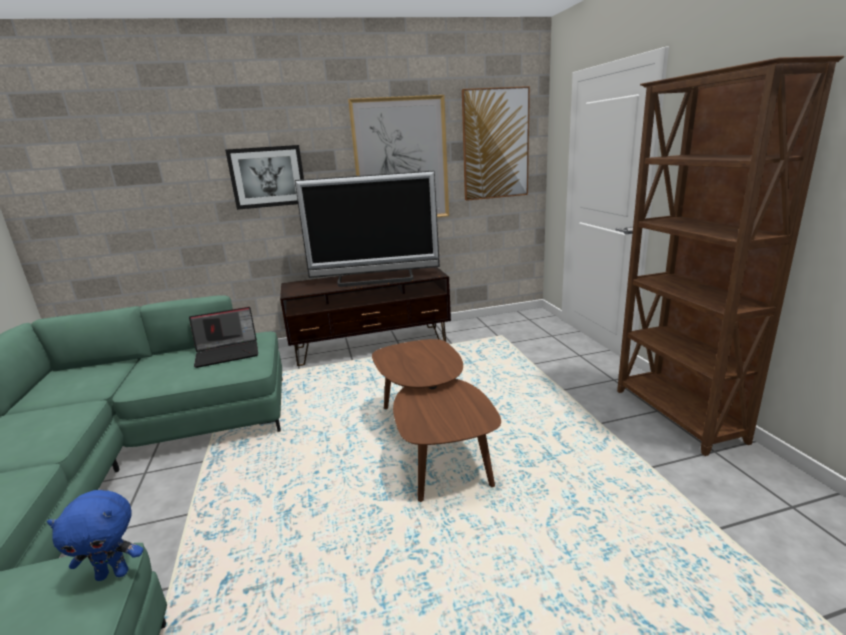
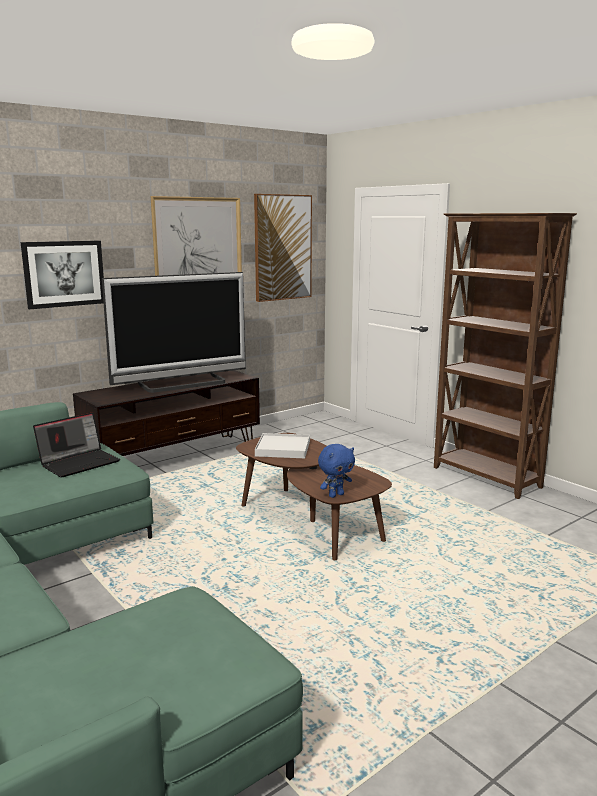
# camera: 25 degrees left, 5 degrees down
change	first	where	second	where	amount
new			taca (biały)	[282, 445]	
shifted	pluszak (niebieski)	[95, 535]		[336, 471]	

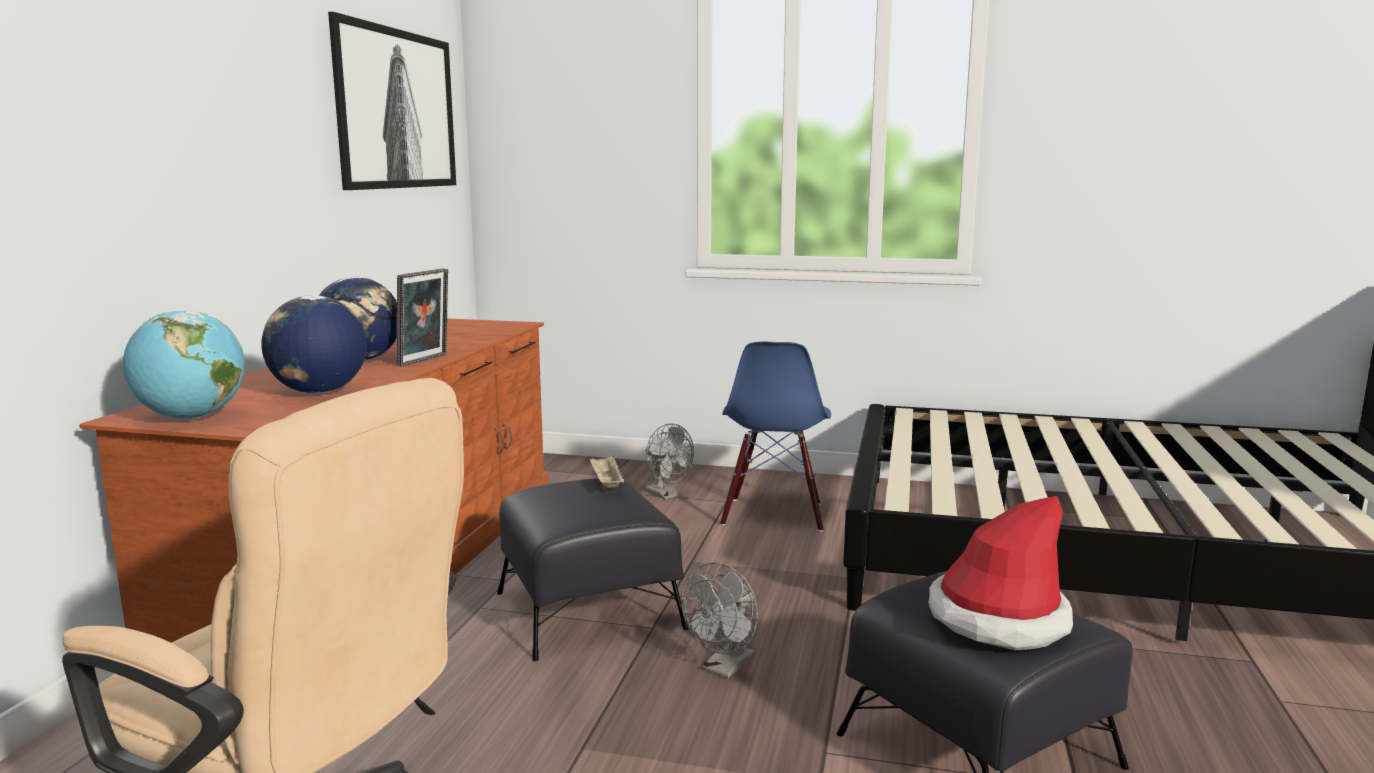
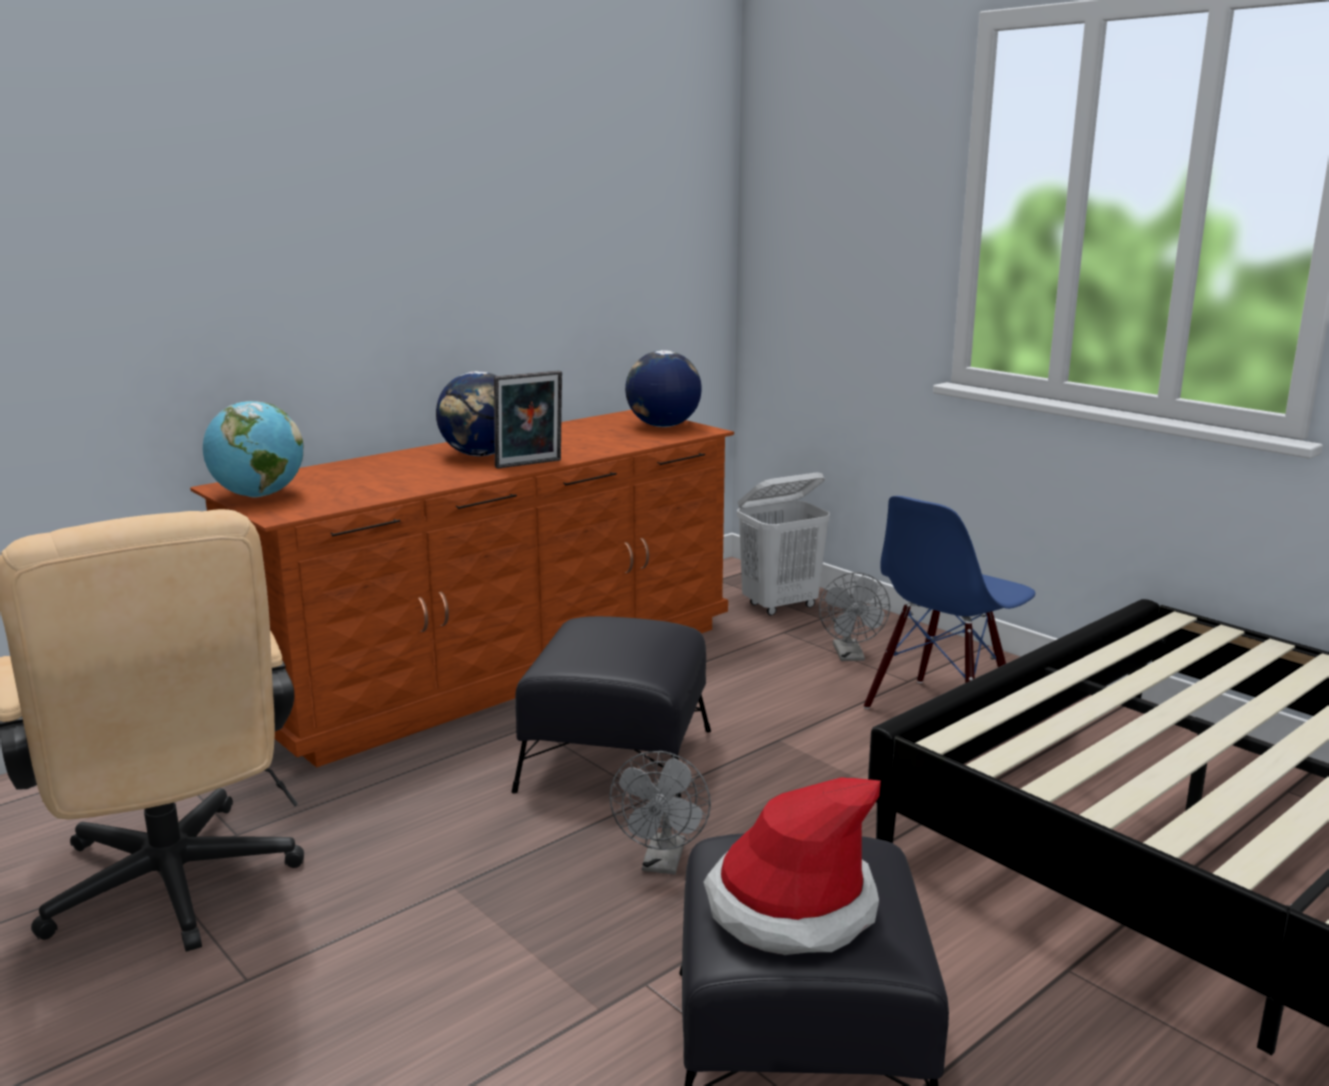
# camera: 35 degrees right, 5 degrees up
change	first	where	second	where	amount
gone	obraz	[392, 101]			
gone	taca (beżowy)	[606, 472]			
new			kosz na pranie (biały)	[783, 544]	
shifted	globus	[314, 344]		[663, 388]	
rotated	wentylator (szary)	[719, 620]		[660, 812]	60 degrees counterclockwise

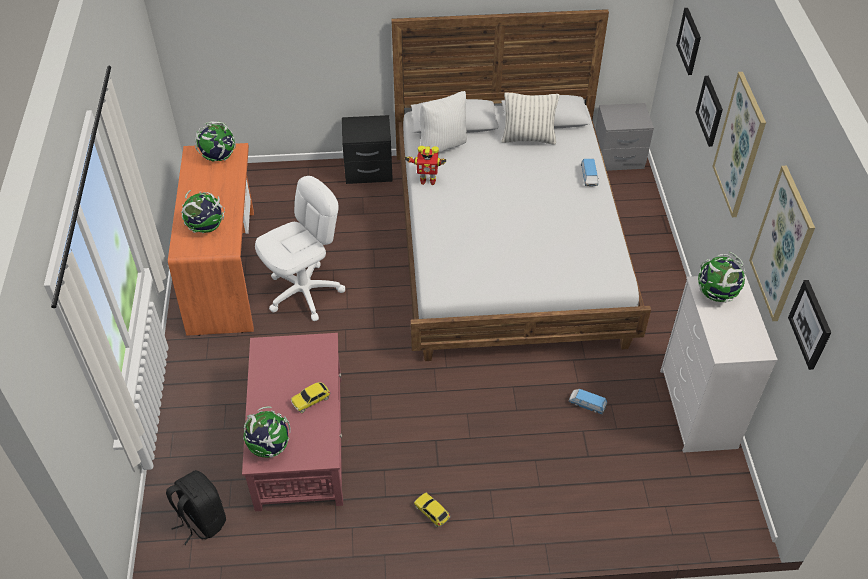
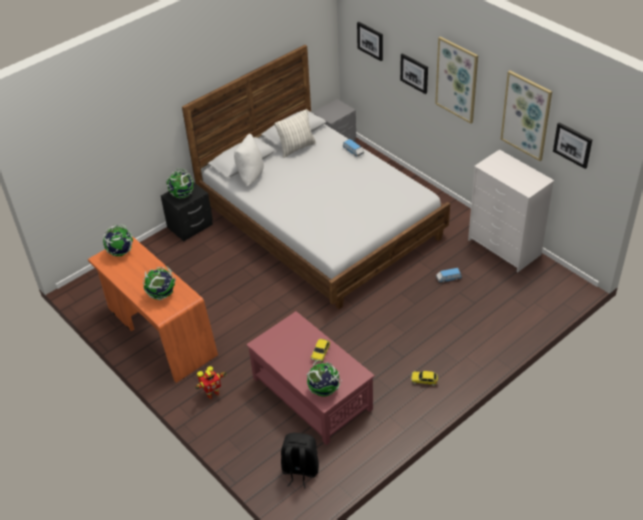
# camera: 35 degrees left, 5 degrees down
change	first	where	second	where	amount
gone	krzesło biurowe (biały)	[300, 248]			
shifted	robot zabawkowy	[425, 165]		[211, 382]	
shifted	globus	[721, 277]		[179, 183]	

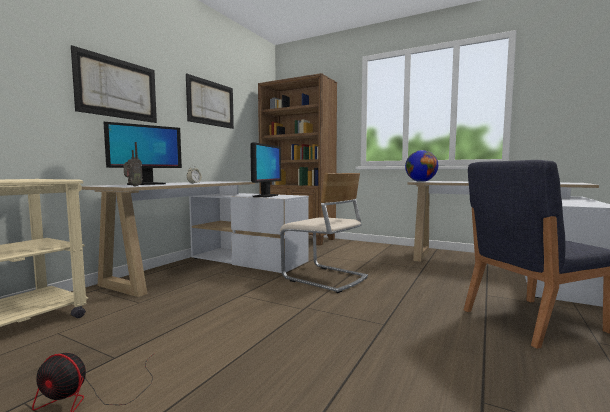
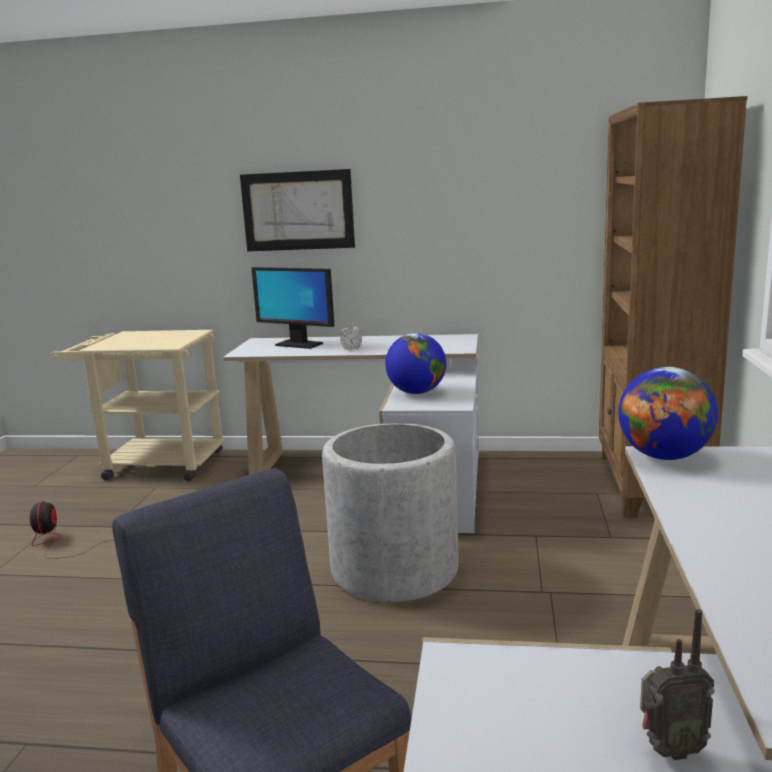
# camera: 70 degrees right, 10 degrees up
change	first	where	second	where	amount
gone	obraz	[210, 101]			
shifted	radio	[133, 164]		[677, 684]	
swapped	monitor	[265, 169]	globus	[415, 363]	
swapped	krzesło (beżowy)	[324, 233]	donica (szary)	[390, 512]	

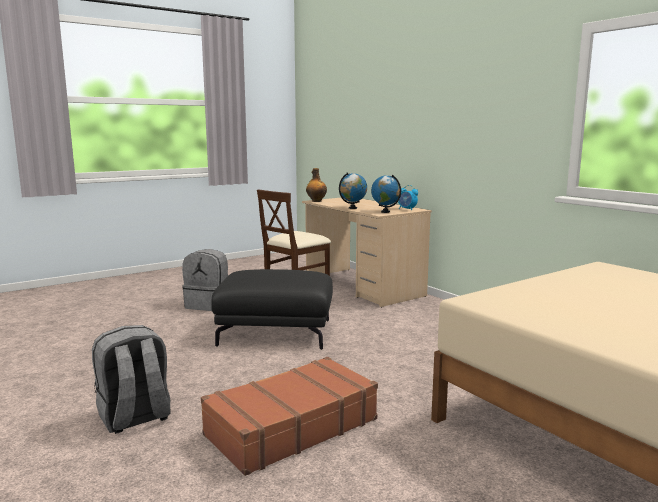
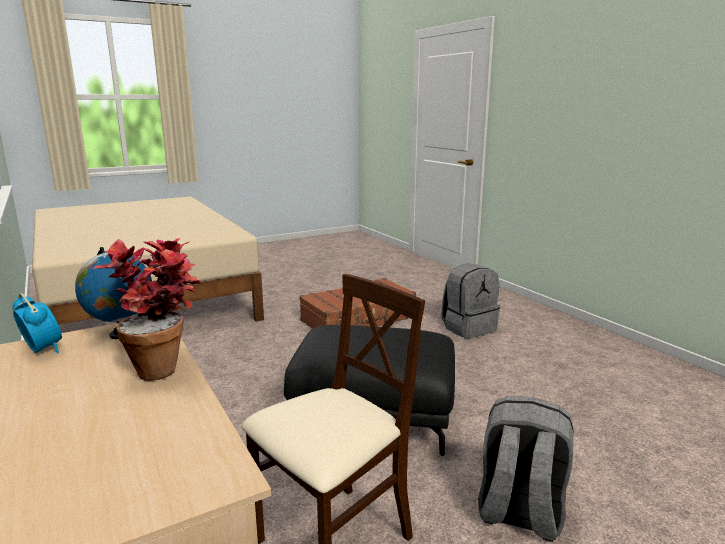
# camera: 175 degrees left, 5 degrees up
change	first	where	second	where	amount
gone	butelka	[316, 185]			
swapped	globus	[353, 190]	roślina doniczkowa	[147, 309]	

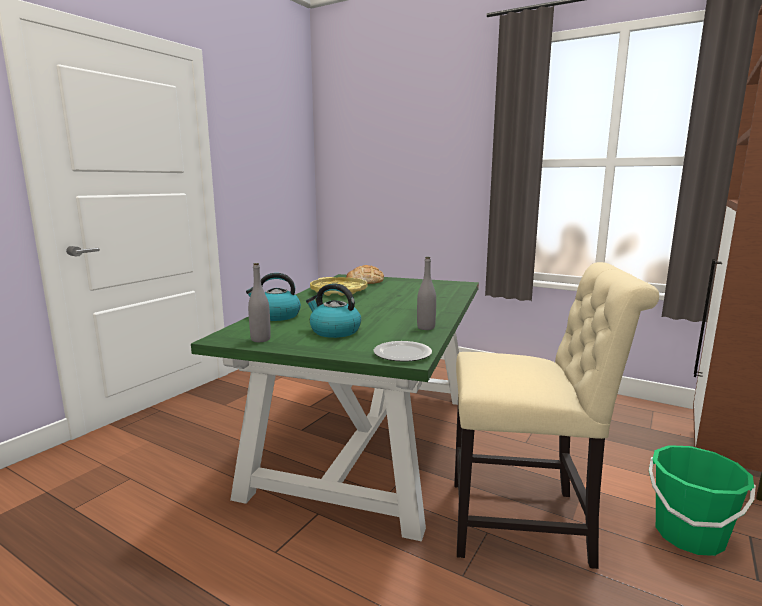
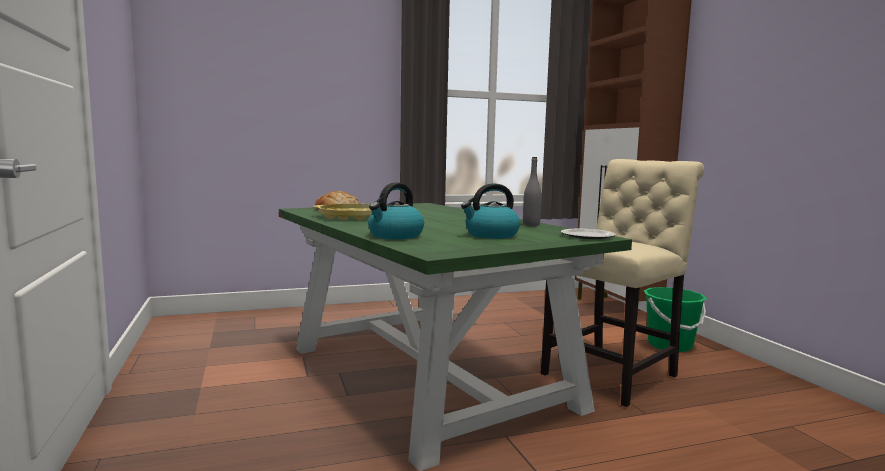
# camera: 50 degrees left, 5 degrees down
change	first	where	second	where	amount
gone	butelka (szary)	[259, 302]			

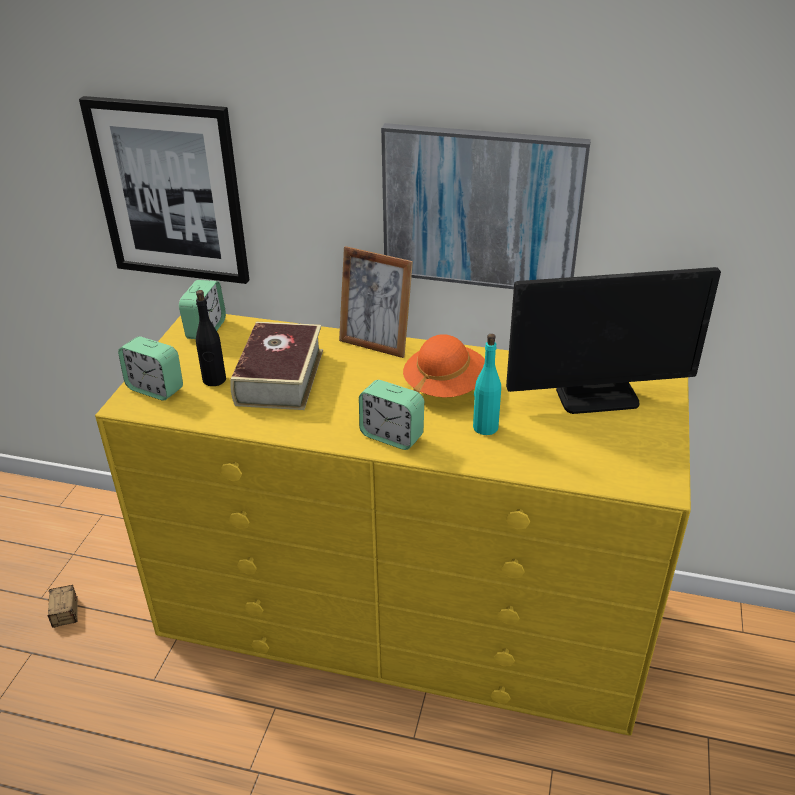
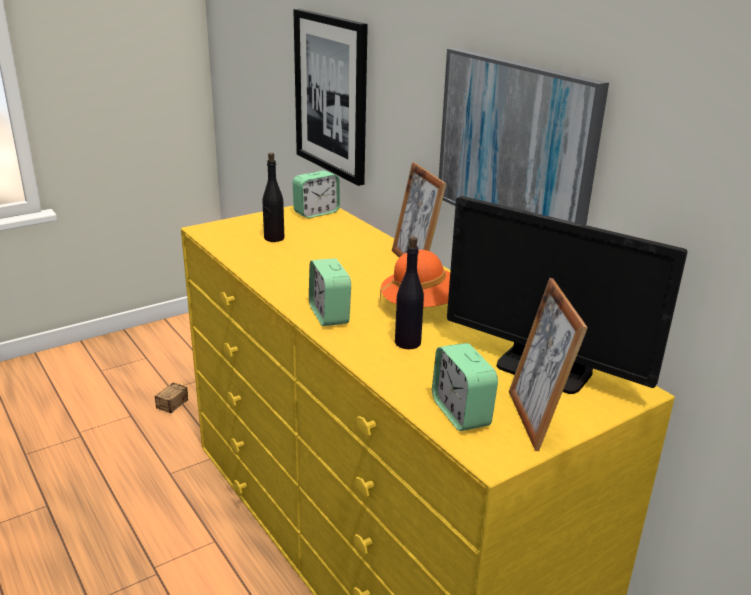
# camera: 40 degrees right, 10 degrees down
change	first	where	second	where	amount
gone	książka	[276, 366]			
new			ramka na zdjęcie	[548, 364]	
shifted	budzik	[150, 368]		[465, 387]	
repainted	butelka (turkusowy)	[487, 384]	butelka (czarny)	[409, 293]	

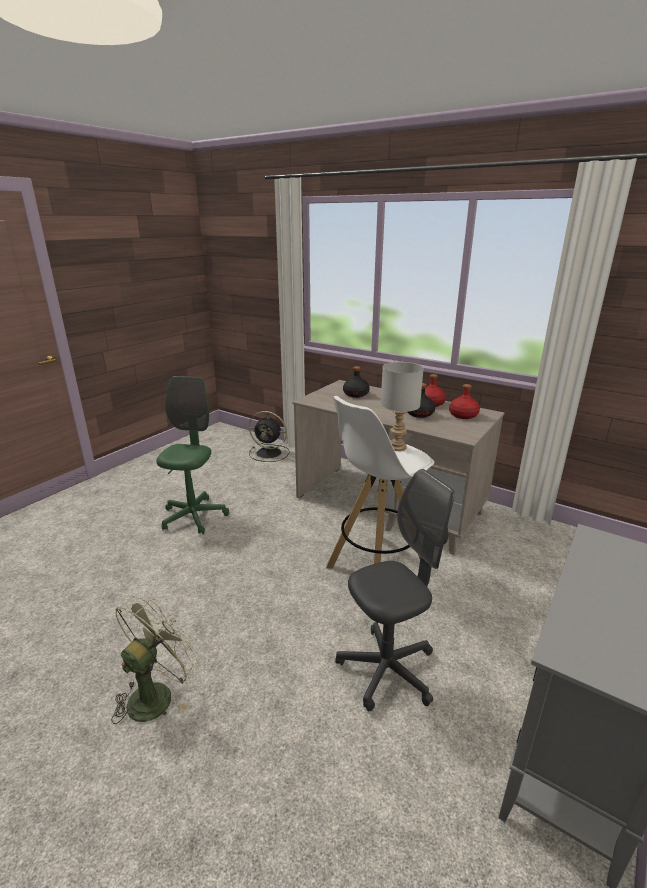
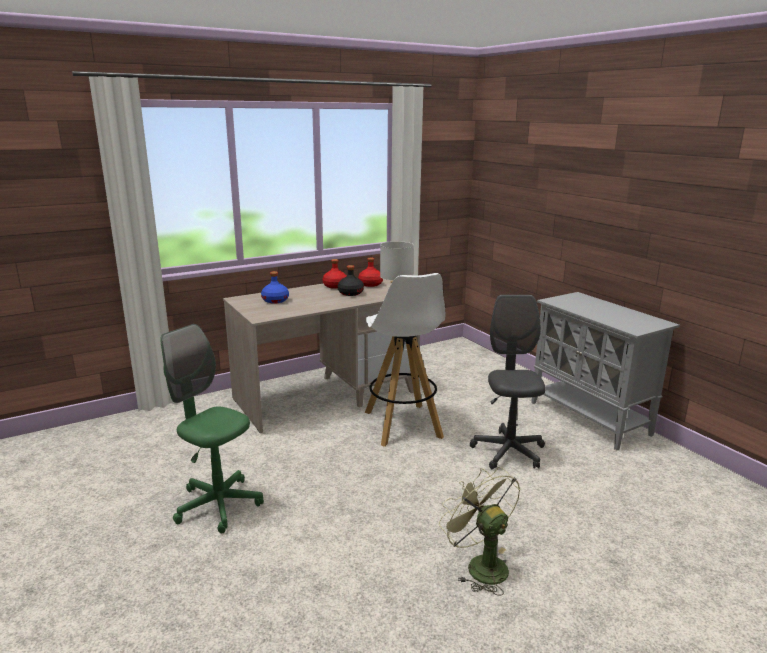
# camera: 65 degrees left, 5 degrees down
change	first	where	second	where	amount
gone	wentylator (czarny)	[269, 436]			
repainted	butelka (czarny)	[356, 382]	butelka (niebieski)	[275, 287]	

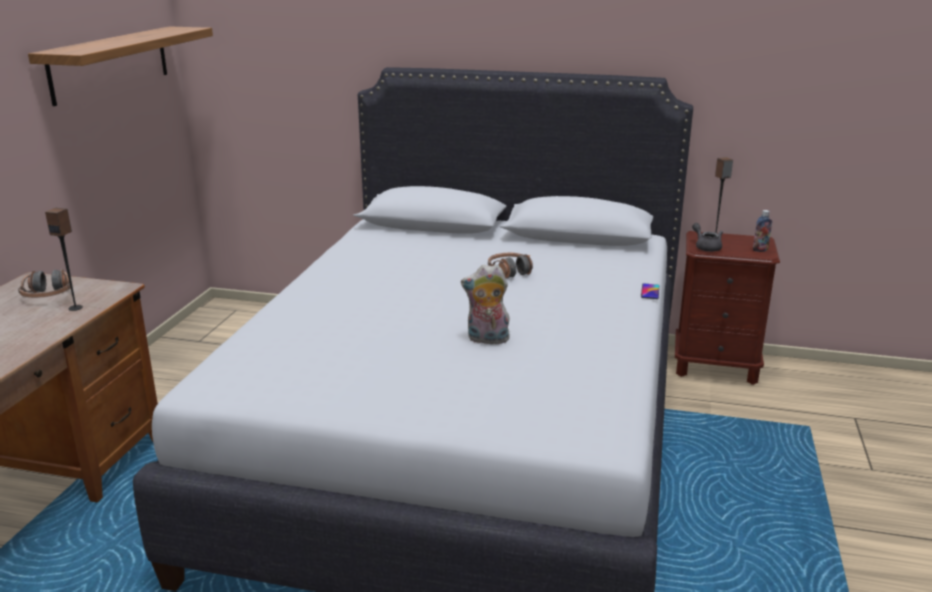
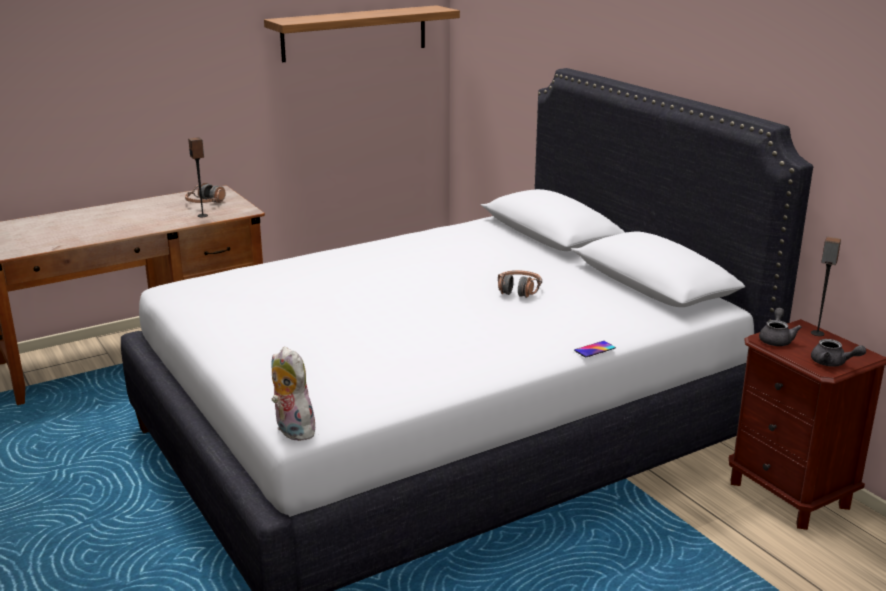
# camera: 45 degrees right, 0 degrees up
change	first	where	second	where	amount
shifted	pluszak	[486, 304]		[294, 394]	
swapped	butelka	[762, 231]	imbryk (szary)	[838, 353]	

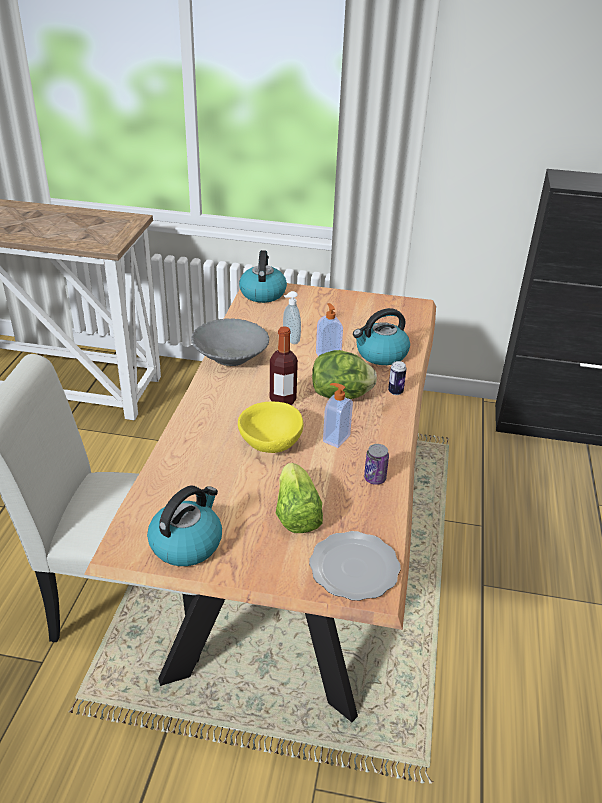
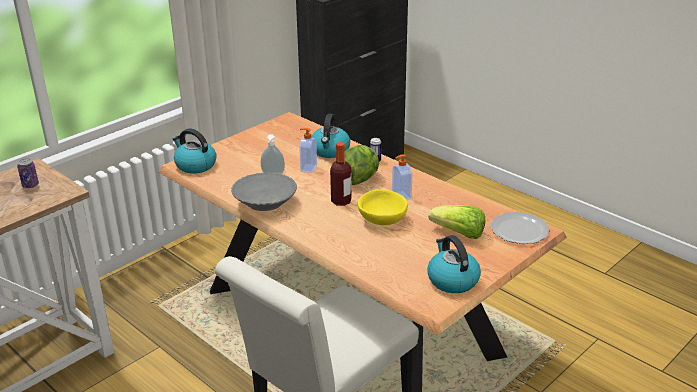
# camera: 55 degrees left, 5 degrees down
change	first	where	second	where	amount
shifted	puszka	[376, 464]		[28, 173]	

